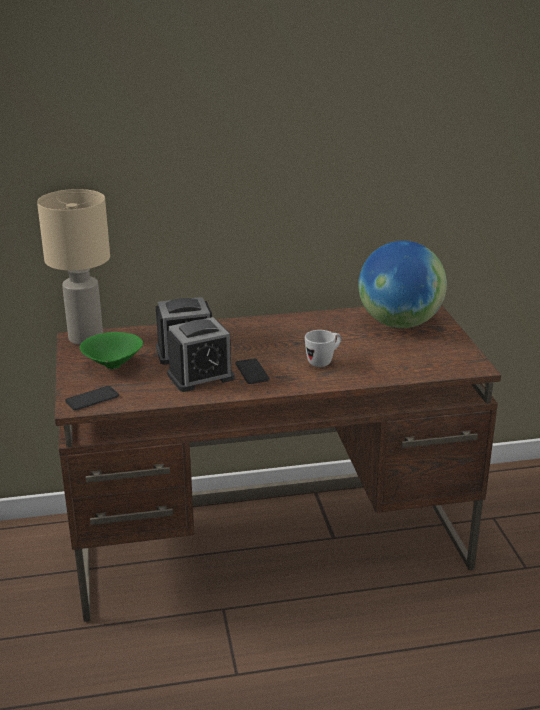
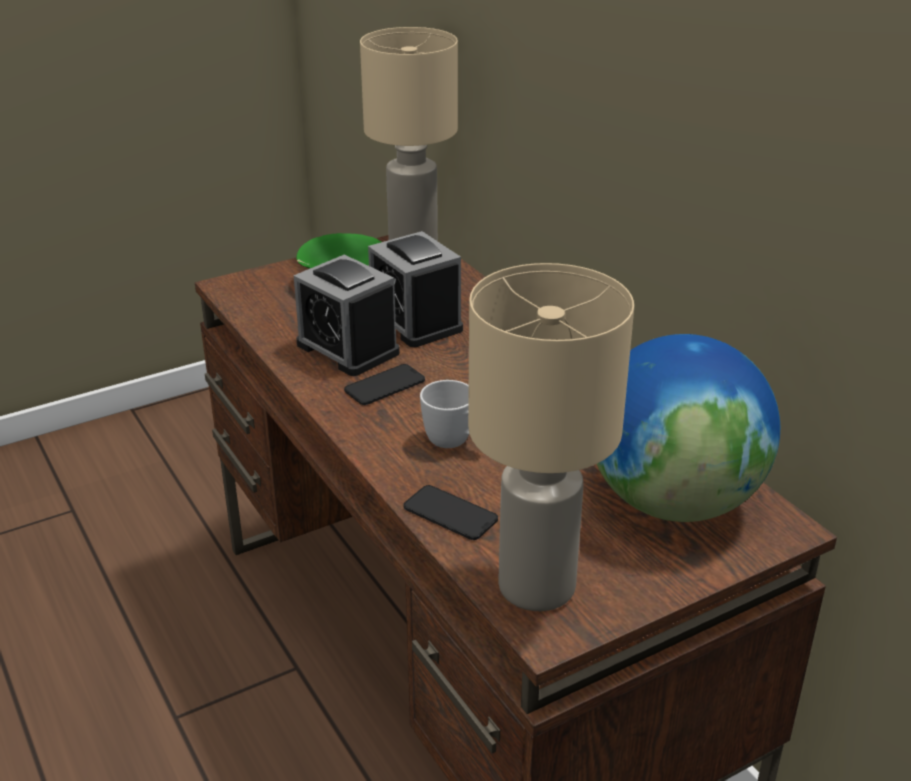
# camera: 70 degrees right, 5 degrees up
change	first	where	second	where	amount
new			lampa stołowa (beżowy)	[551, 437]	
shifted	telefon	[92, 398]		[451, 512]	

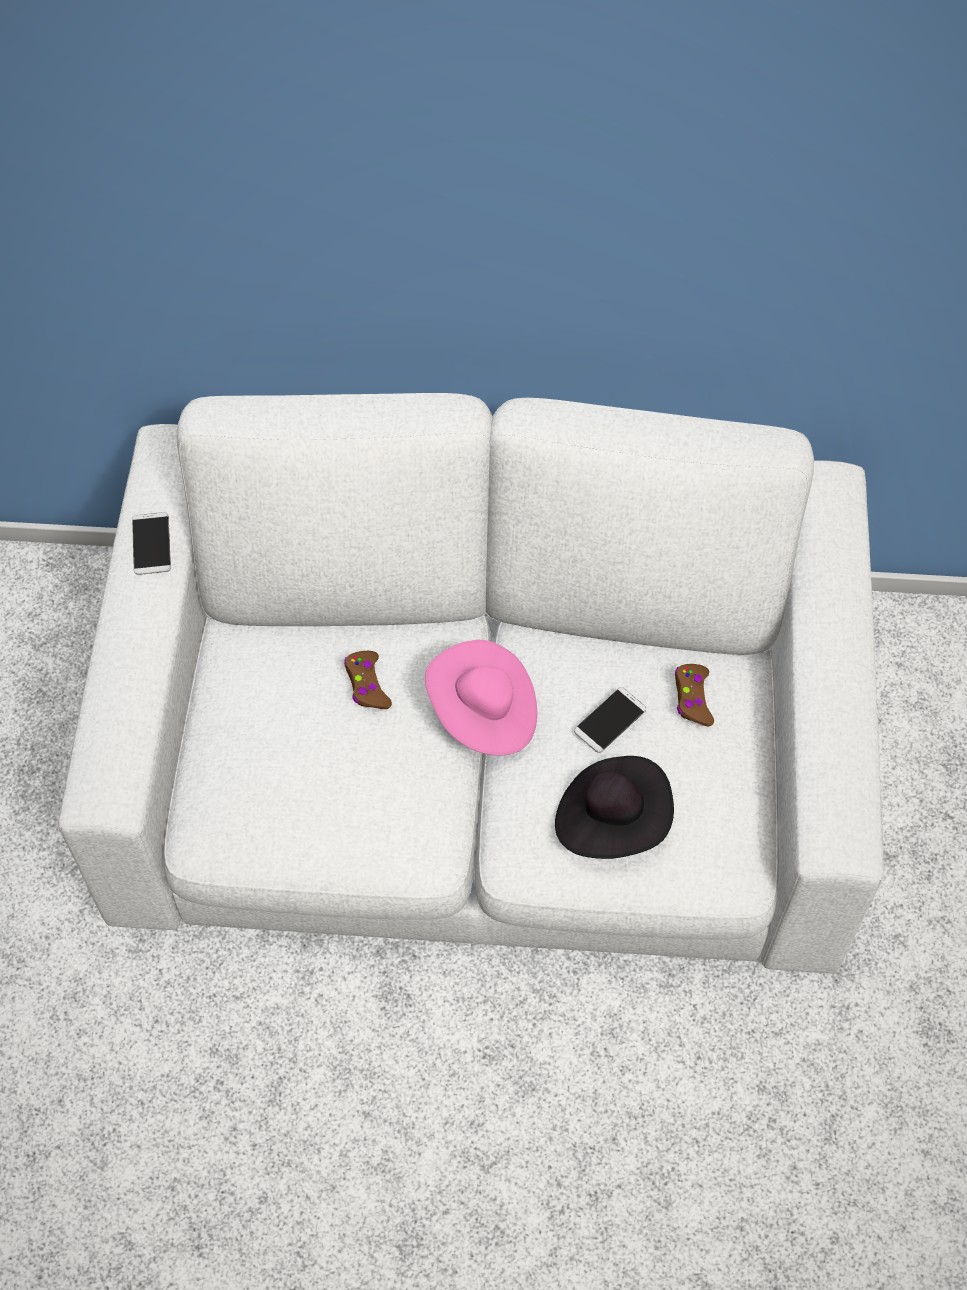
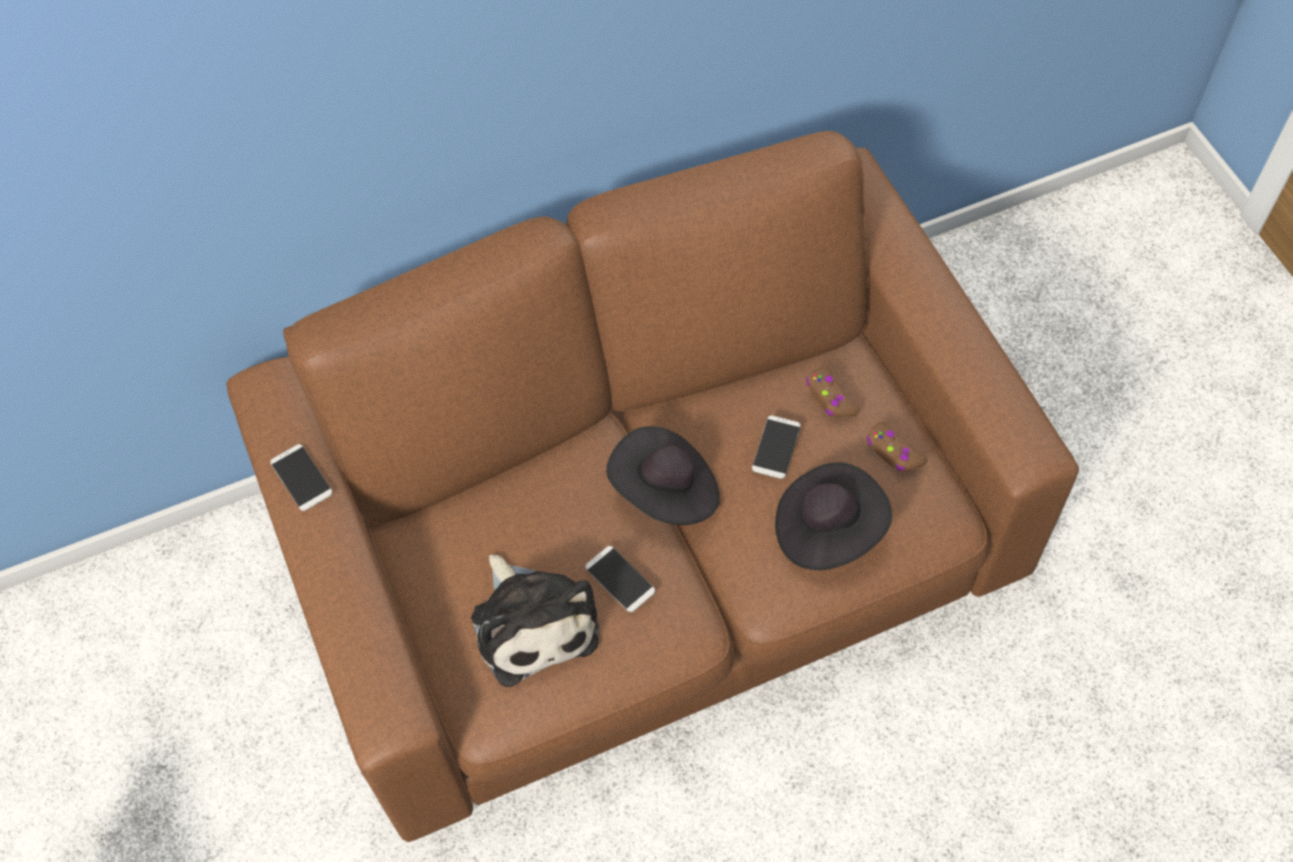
# camera: 25 degrees left, 0 degrees up
change	first	where	second	where	amount
new			pluszak	[535, 621]	
new			telefon	[620, 579]	
shifted	pad do gier (brązowy)	[368, 680]		[897, 447]	
repainted	kanapa (biały)	[471, 683]	kanapa (brązowy)	[652, 486]	
repainted	kapelusz (różowy)	[481, 698]	kapelusz (czarny)	[663, 475]	

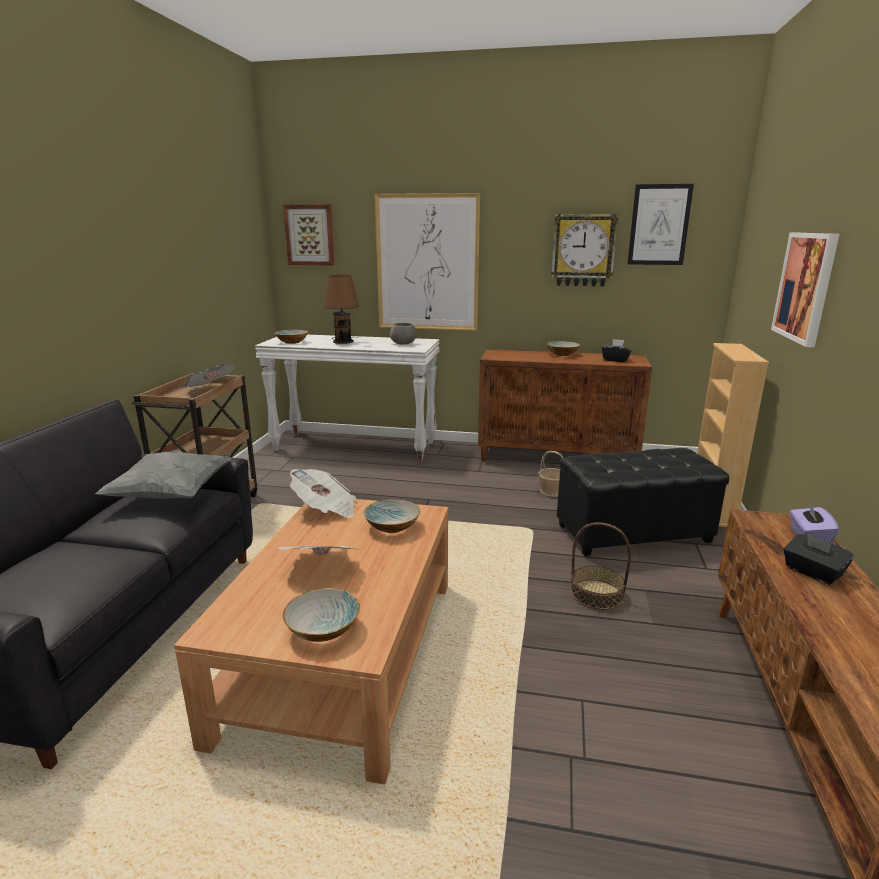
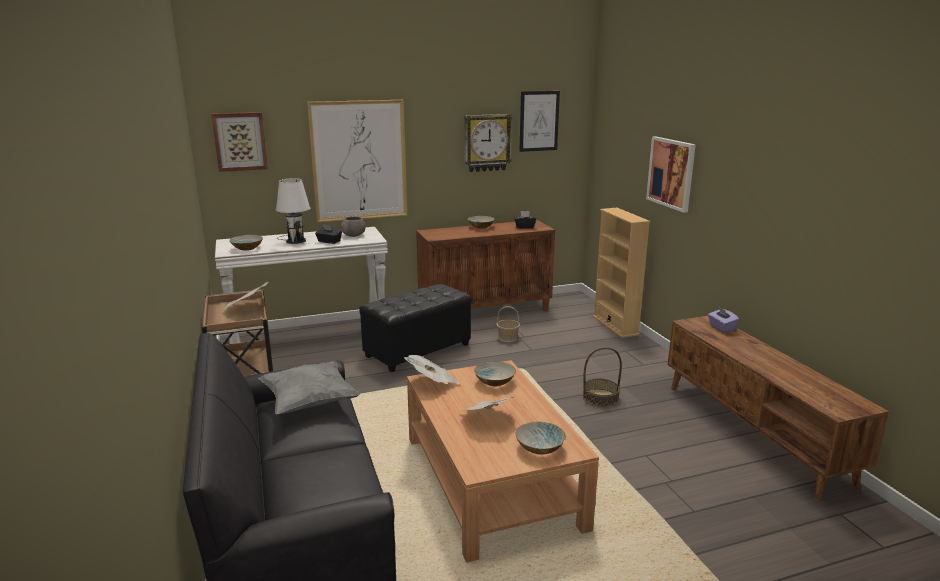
# camera: 30 degrees left, 0 degrees up
change	first	where	second	where	amount
shifted	pufa (czarny)	[643, 502]		[415, 328]	
shifted	pudełko chusteczek (czarny)	[818, 559]		[328, 234]	
repainted	lampa stołowa (brązowy)	[341, 309]	lampa stołowa (biały)	[293, 211]	

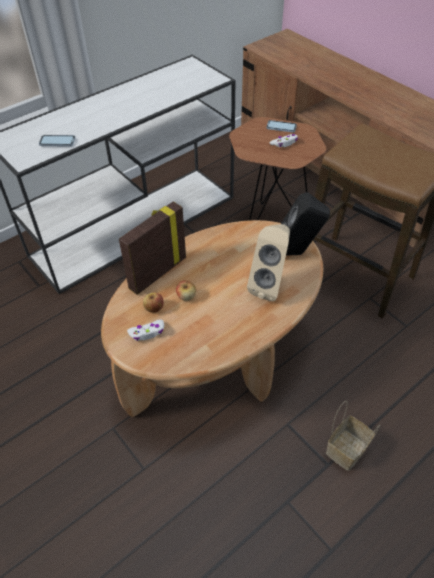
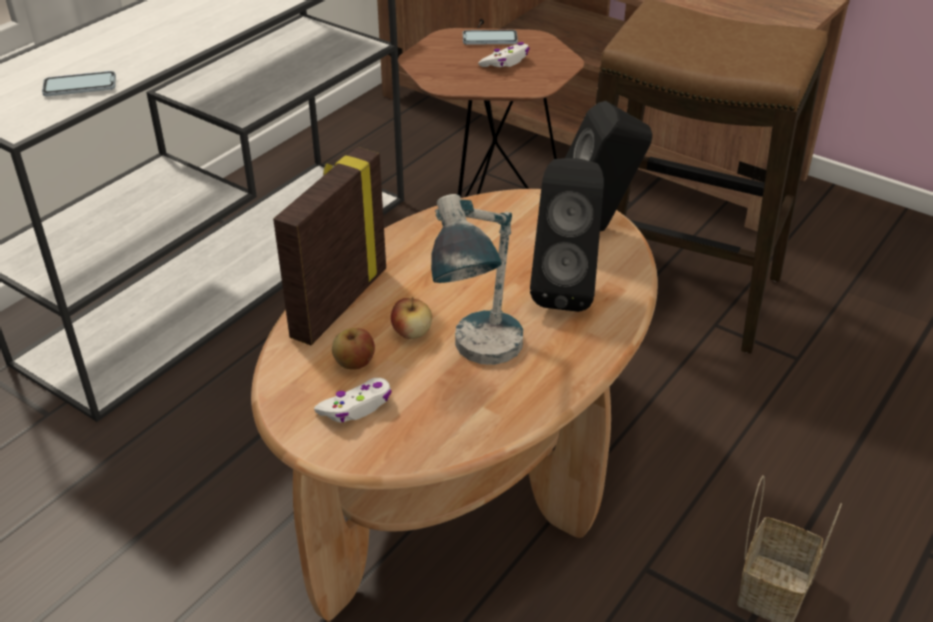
# camera: 15 degrees left, 10 degrees down
change	first	where	second	where	amount
new			lampa stołowa	[477, 279]	
repainted	głośnik (beżowy)	[268, 262]	głośnik (czarny)	[567, 235]	

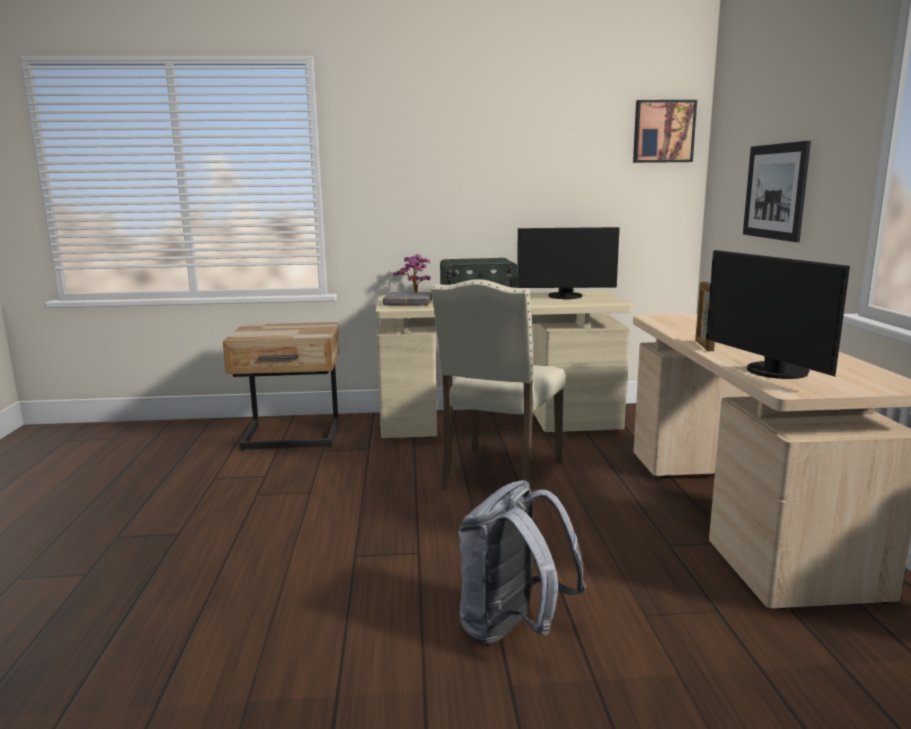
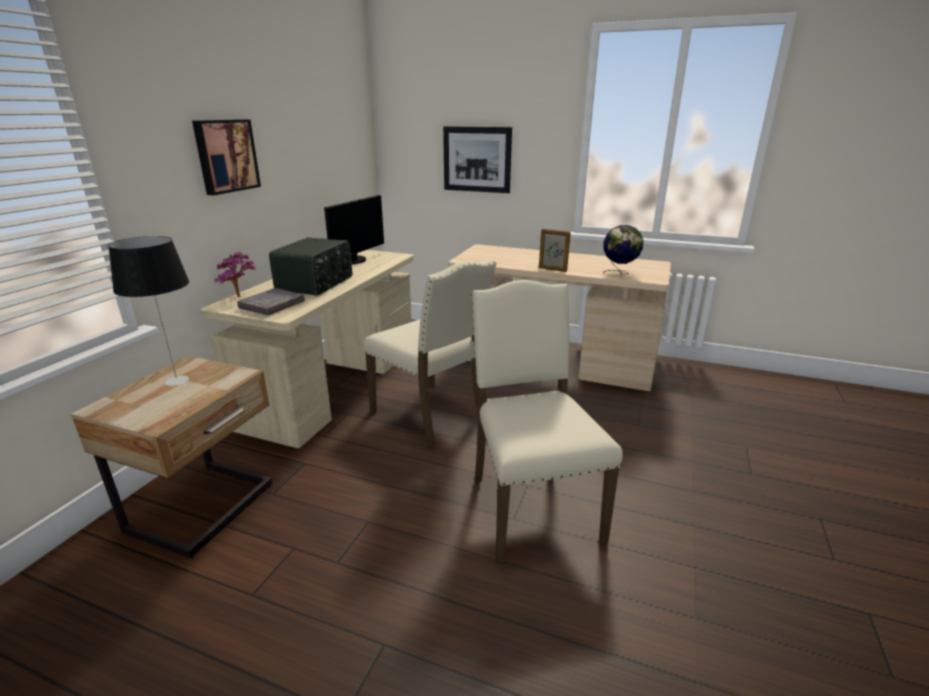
# camera: 65 degrees left, 10 degrees up
change	first	where	second	where	amount
gone	plecak (szary)	[522, 562]			
new			lampa stołowa	[148, 311]	
new			krzesło (beżowy)	[547, 421]	
shifted	obraz	[665, 131]		[226, 157]	
swapped	monitor	[778, 314]	globus	[623, 249]	

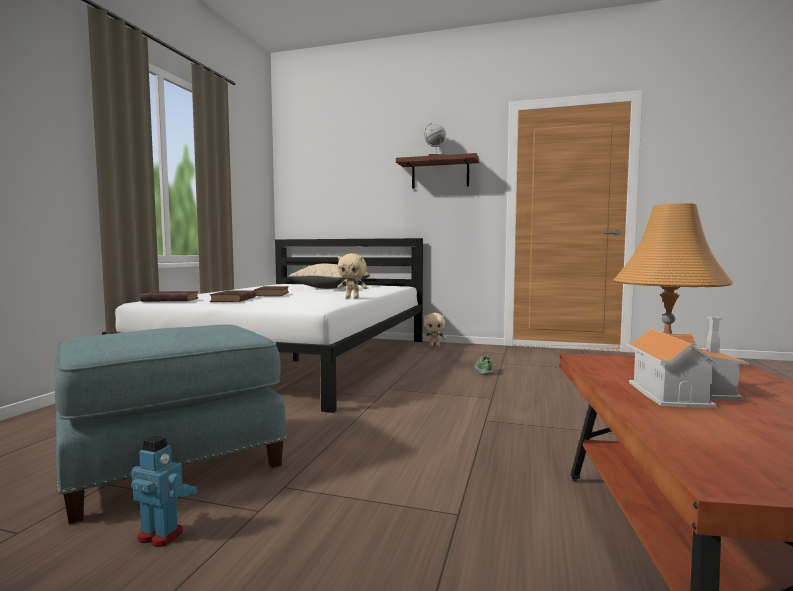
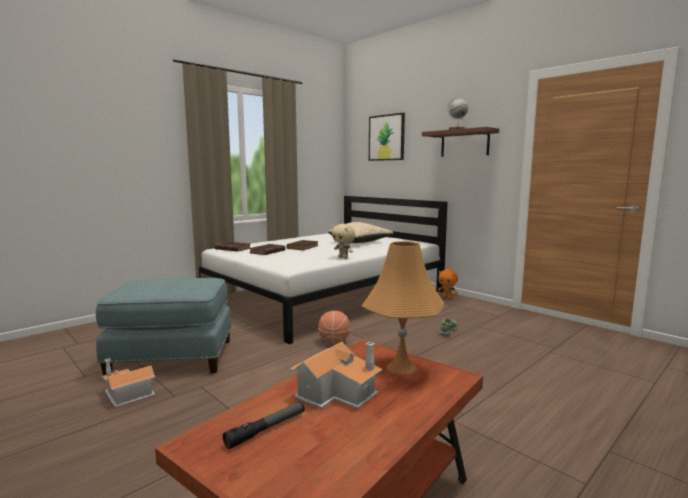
# camera: 30 degrees right, 5 degrees up
change	first	where	second	where	amount
new			latarka	[264, 425]	
new			piłka do koszykówki	[334, 327]	
new			obraz	[387, 137]	
swapped	robot zabawkowy	[164, 491]	domek	[129, 383]	
repainted	pluszak (beżowy)	[434, 329]	pluszak (pomarańczowy)	[448, 284]	

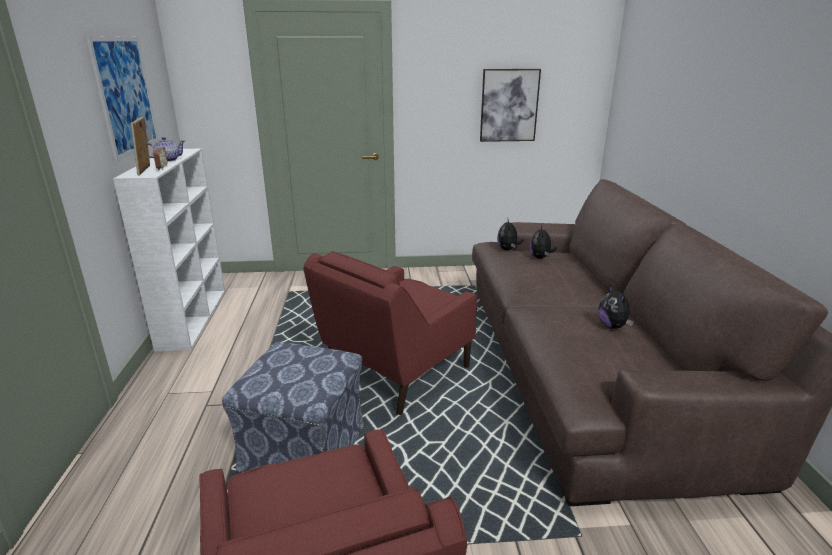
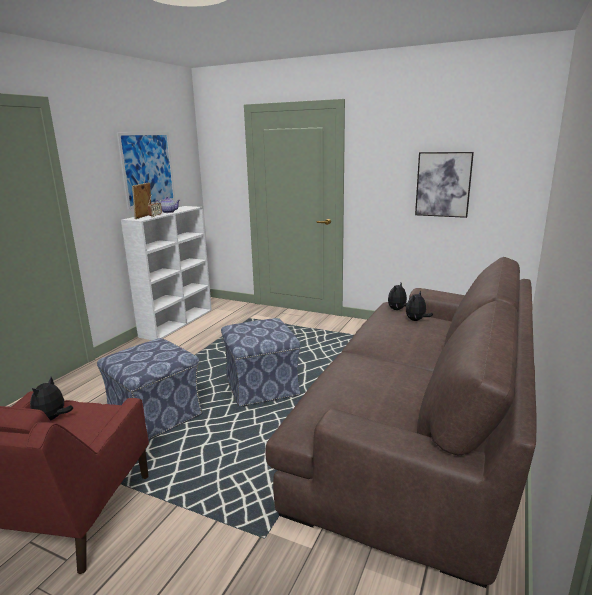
# camera: 30 degrees right, 5 degrees down
change	first	where	second	where	amount
shifted	pluszak	[616, 307]		[51, 399]	
swapped	fotel (czerwony)	[390, 333]	pufa	[260, 362]	

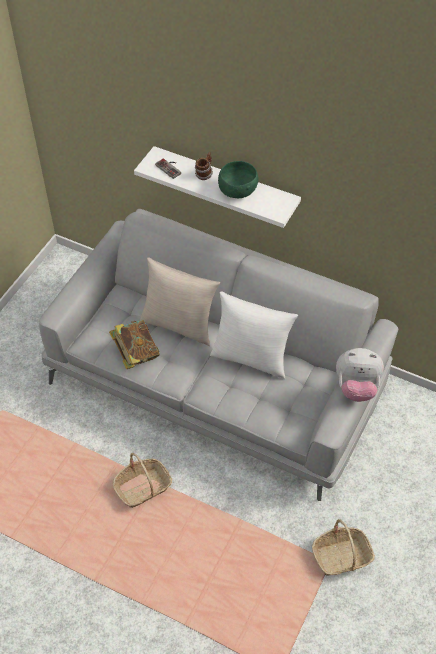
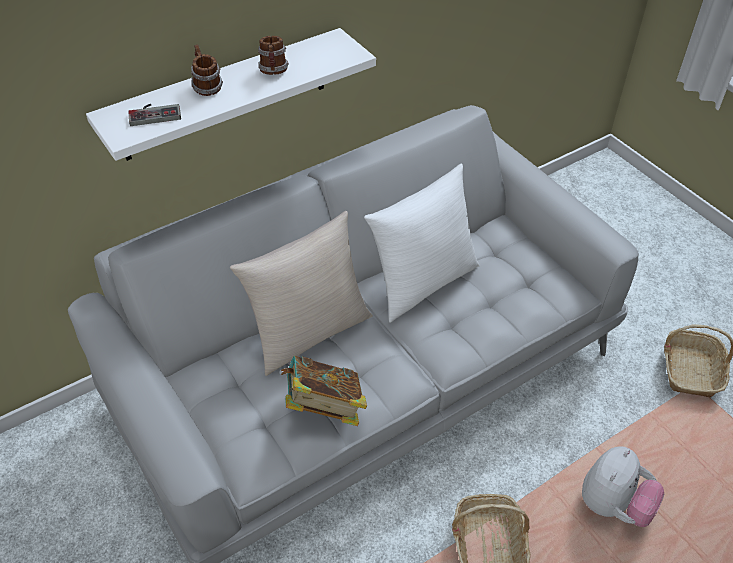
# camera: 60 degrees left, 5 degrees down
change	first	where	second	where	amount
shifted	pluszak	[360, 375]		[623, 486]	
swapped	miska (zielony)	[238, 179]	kubek	[273, 55]	

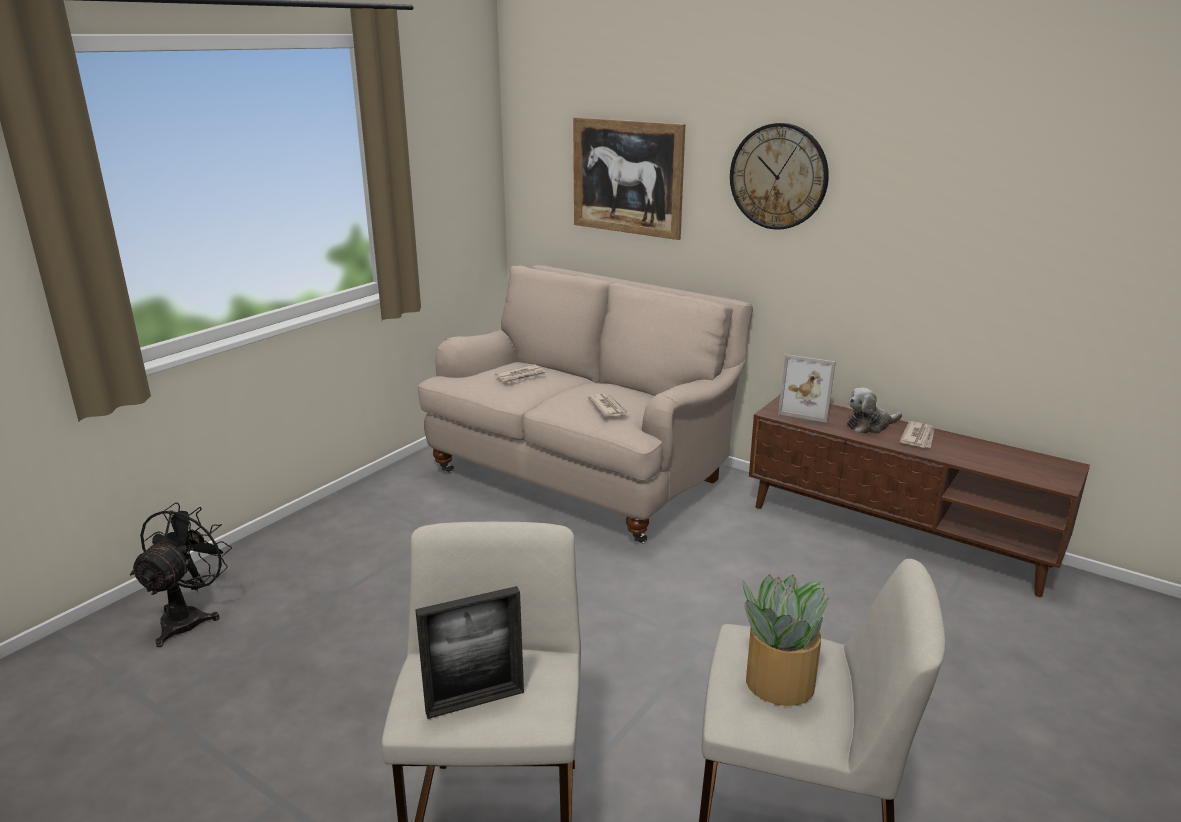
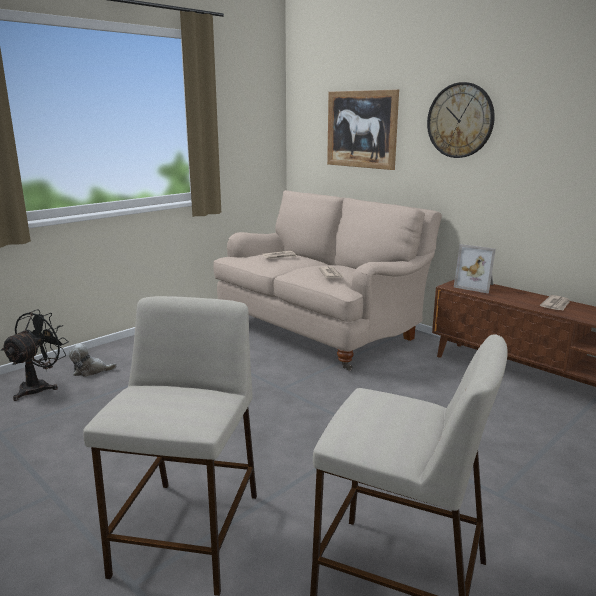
# camera: 10 degrees right, 5 degrees down
change	first	where	second	where	amount
gone	ramka na zdjęcie	[469, 652]			
gone	roślina doniczkowa	[786, 640]			
shifted	pluszak	[874, 410]		[93, 360]	

